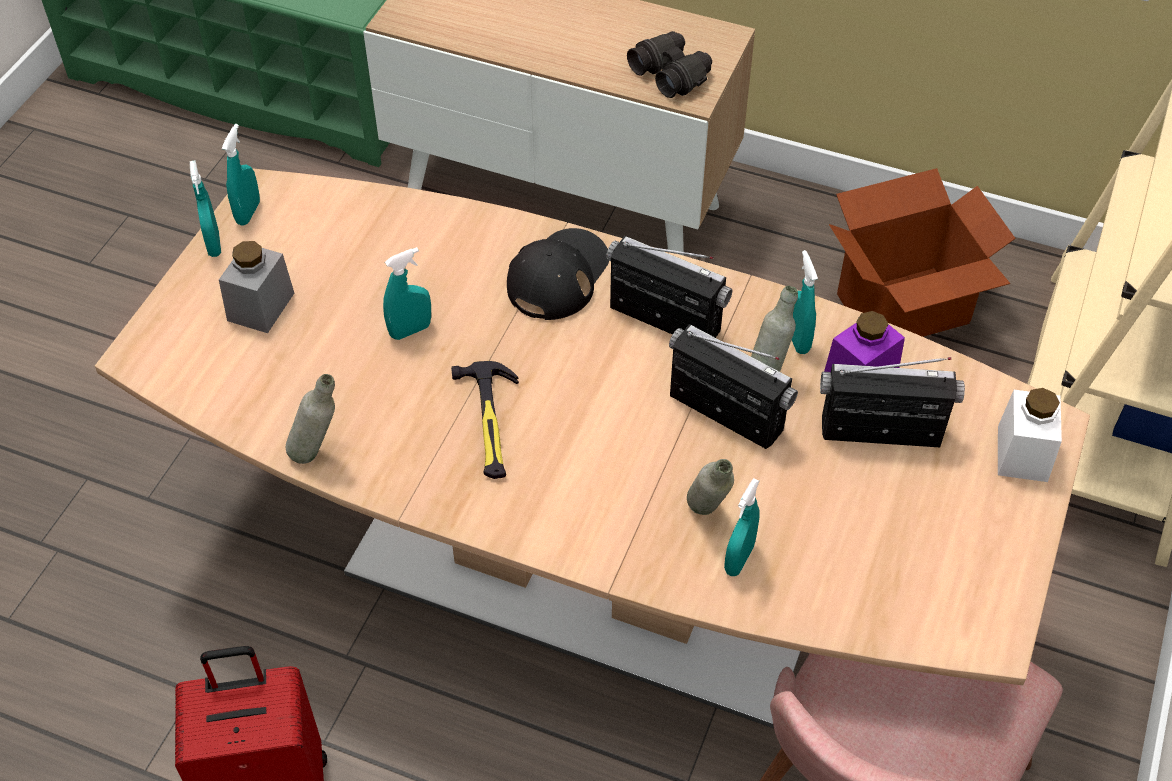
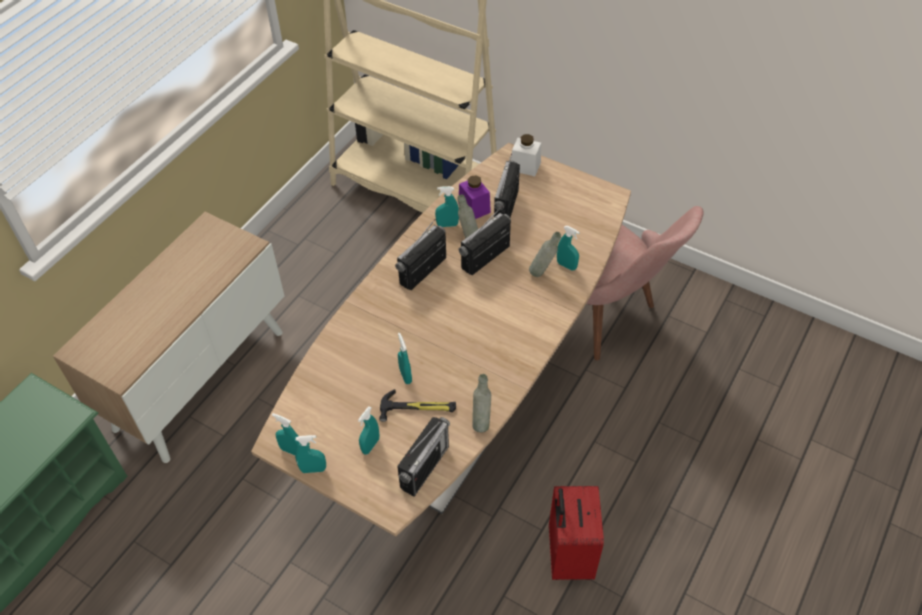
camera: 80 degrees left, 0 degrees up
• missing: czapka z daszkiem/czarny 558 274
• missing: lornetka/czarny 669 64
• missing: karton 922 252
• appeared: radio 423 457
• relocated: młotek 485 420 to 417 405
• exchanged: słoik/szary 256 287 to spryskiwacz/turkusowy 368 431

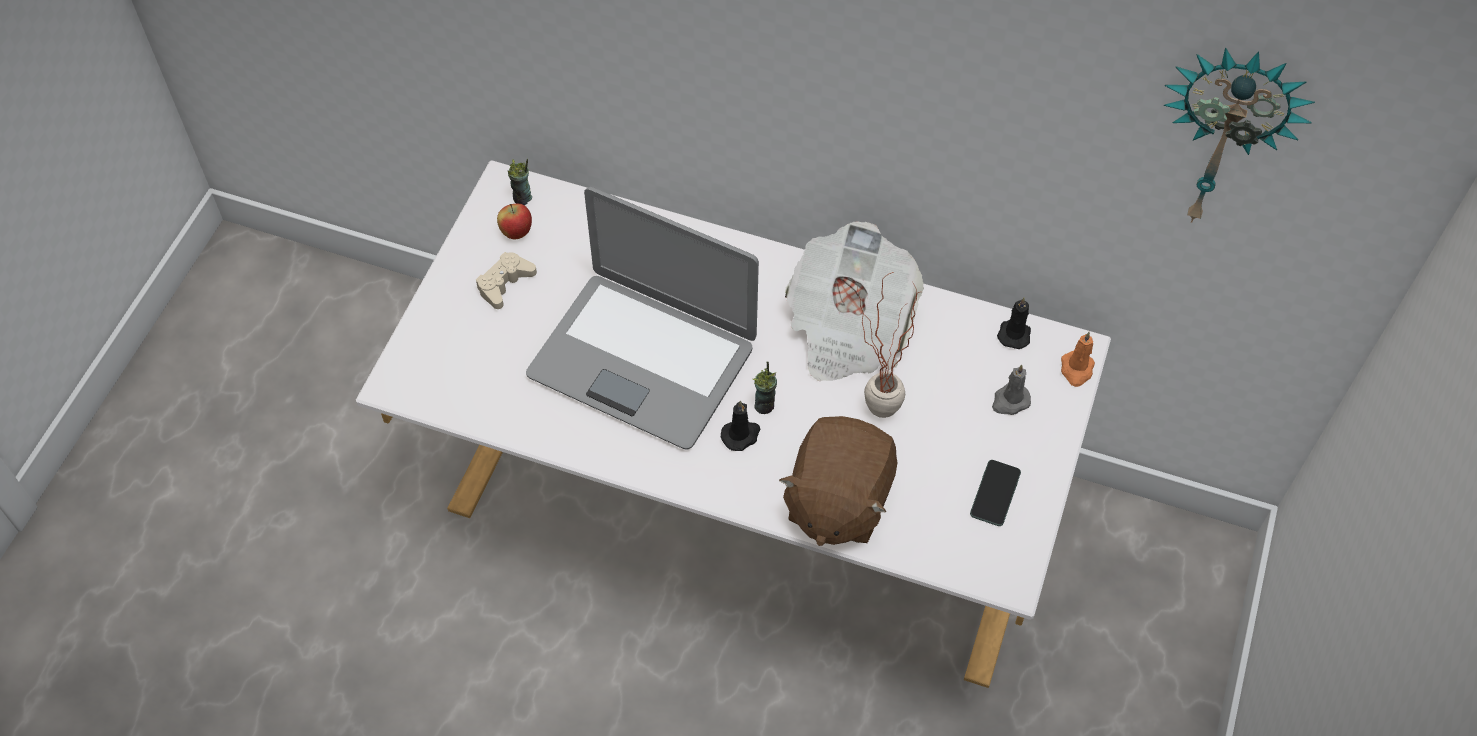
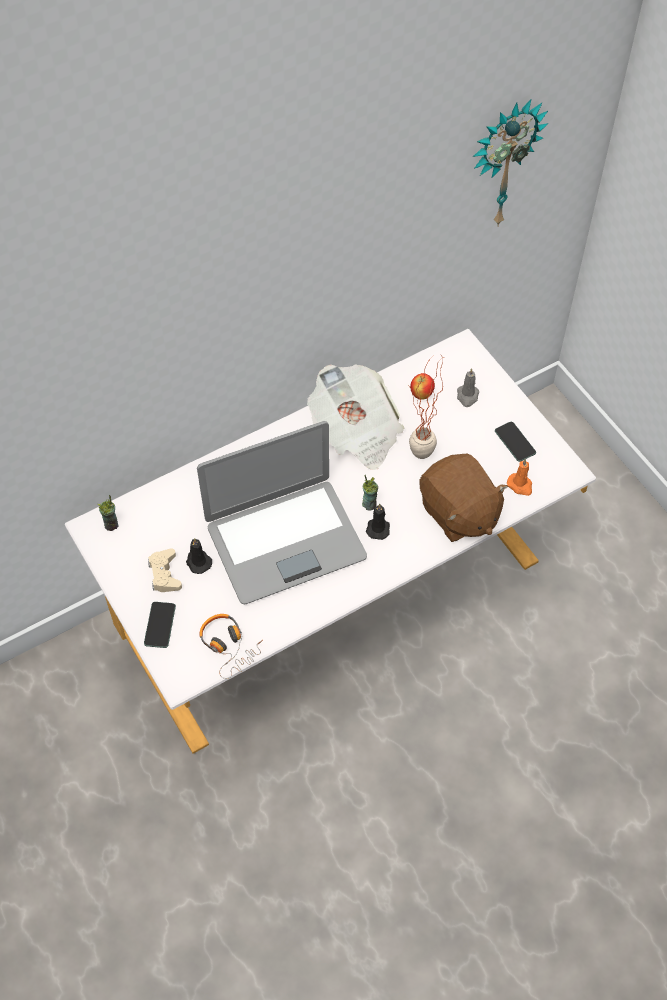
camera: 50 degrees left, 0 degrees up
• appeared: telefon 160 625
• appeared: słuchawki 231 646
• relocated: jabłko 514 221 to 422 386
• relocated: świeca/czarny 1014 323 to 199 556
• relocated: świeca/pomarańczowy 1078 359 to 519 477

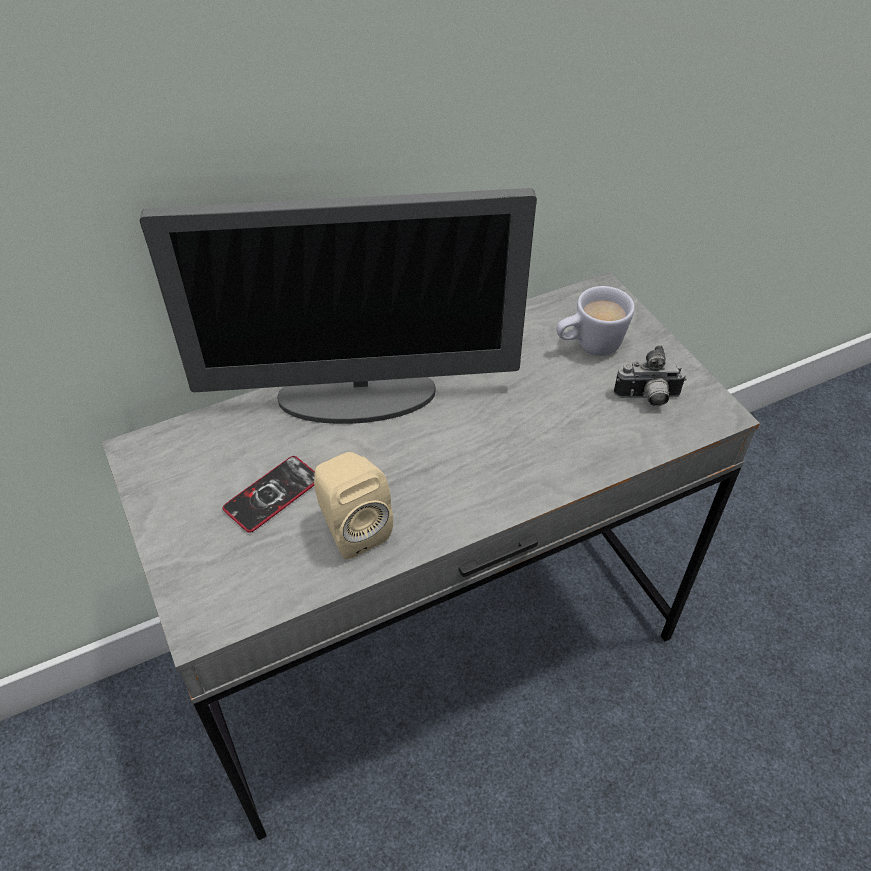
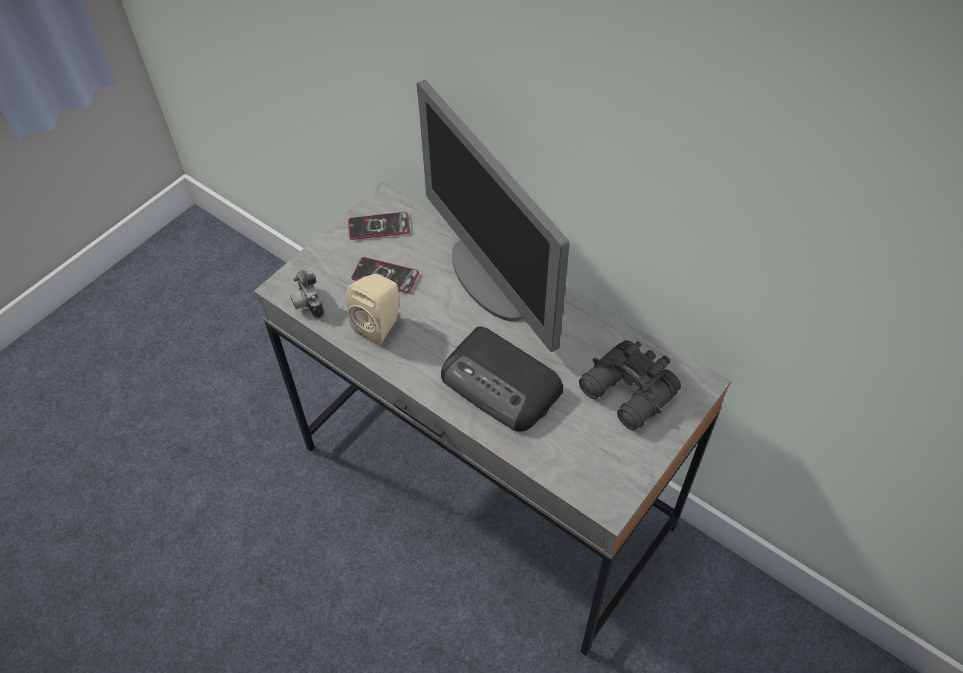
camera: 65 degrees right, 5 degrees up
• appeared: telefon 379 226
• appeared: radio 502 379
• relocated: aparat fotograficzny 650 375 to 307 293
• exchanged: kubek/biały 595 321 to lornetka/czarny 630 385

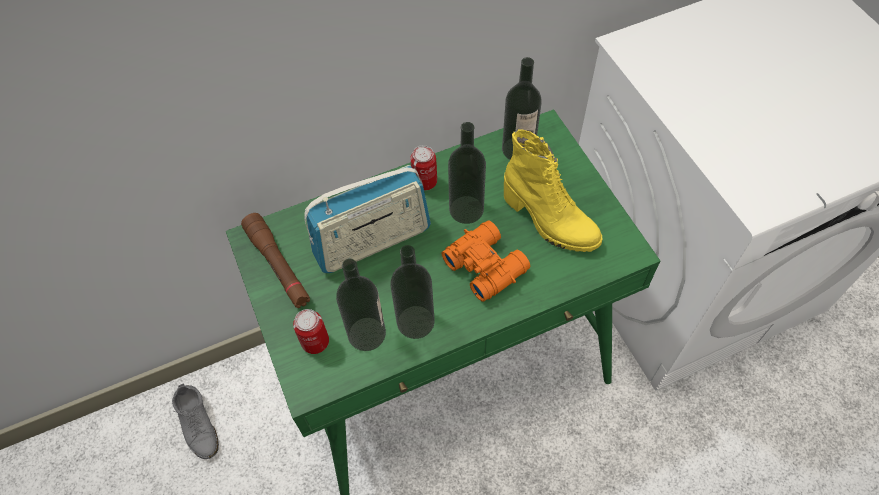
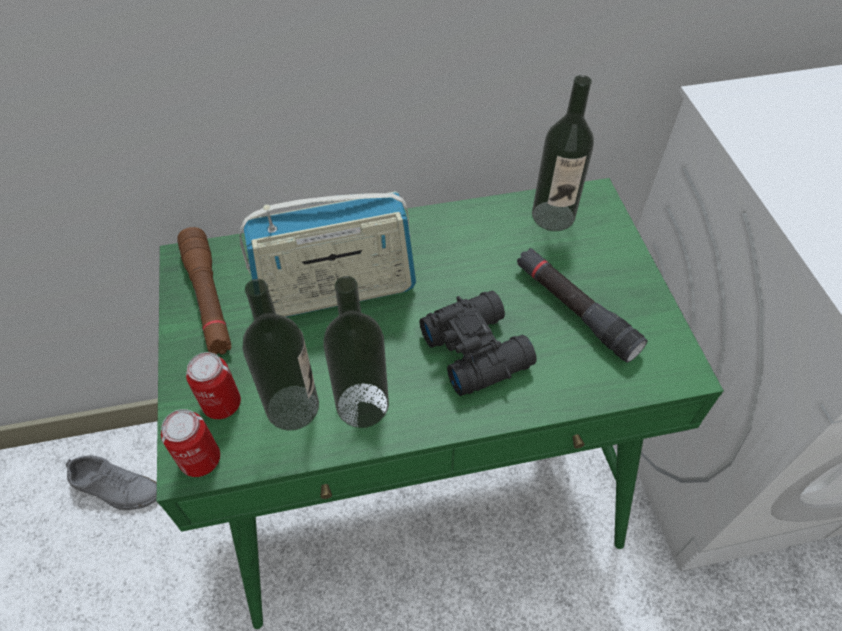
camera: 10 degrees right, 5 degrees down
• missing: butelka 467 173
• relocated: puszka 423 168 to 190 443
• exchanged: but z cholewką/żółty 553 190 to latarka/czarny 582 305
• colour: lornetka/pomarańczowy 486 261 to lornetka/czarny 478 343
• spun: but/szary 195 421 = 111 482 60 degrees counterclockwise

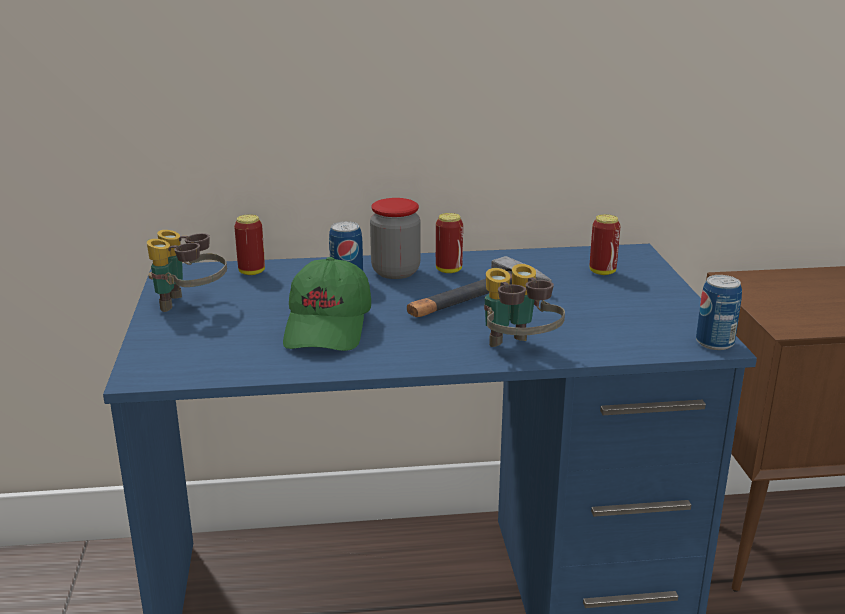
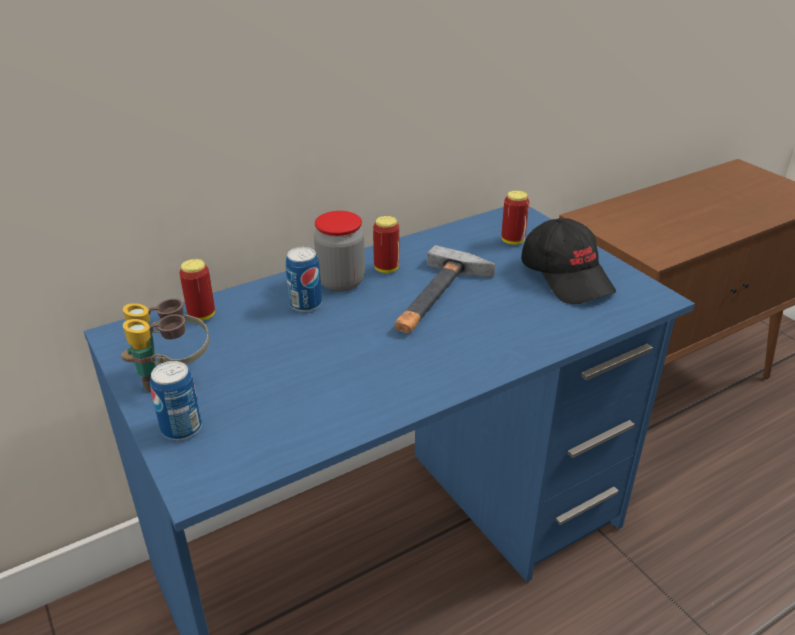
camera: 25 degrees left, 10 degrees up
• missing: czapka z daszkiem/zielony 327 304
• missing: lornetka 524 305
• appeared: czapka z daszkiem/czarny 568 261
• relocated: puszka 719 312 to 176 401

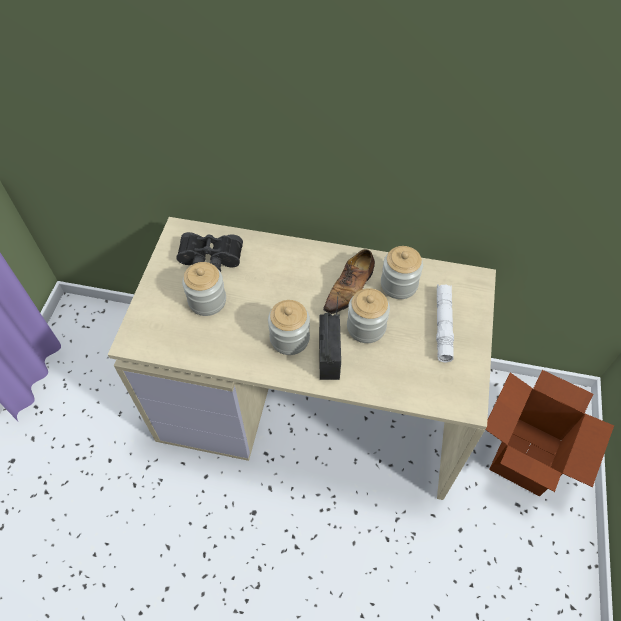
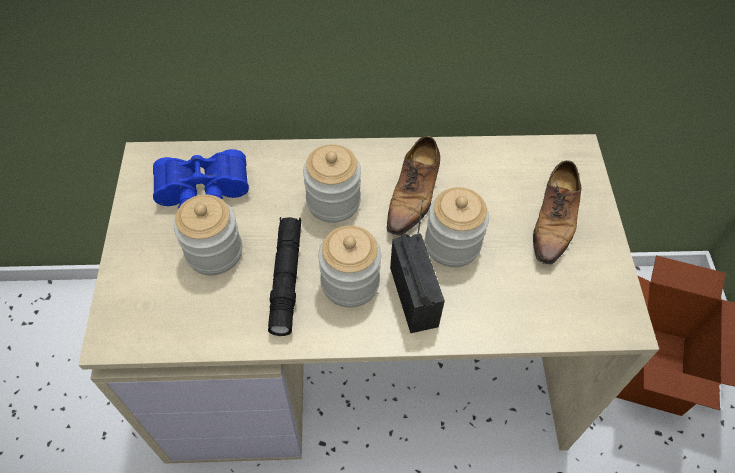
camera: 15 degrees left, 0 degrees up
• appeared: latarka/czarny 284 276
• relocated: słoik 402 272 to 332 183
• exchanged: latarka/biały 445 323 to but 557 213
• colour: lornetka/czarny 209 252 to lornetka/niebieski 201 179

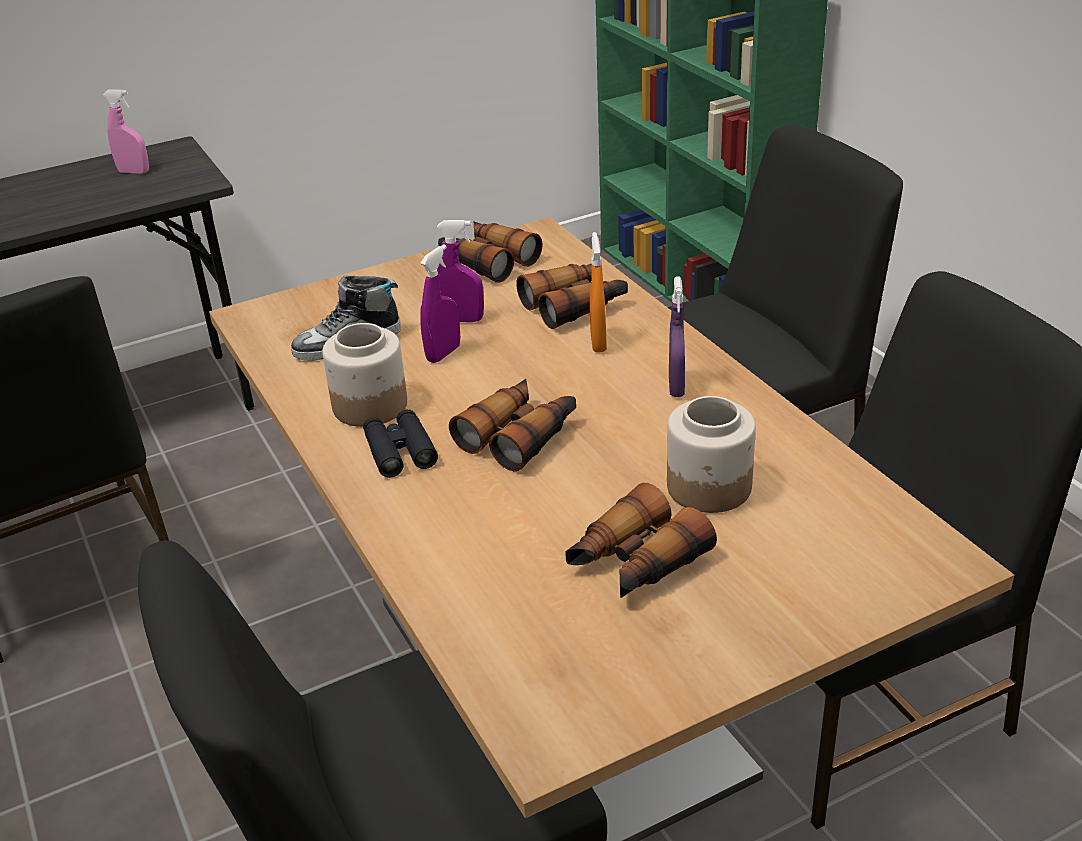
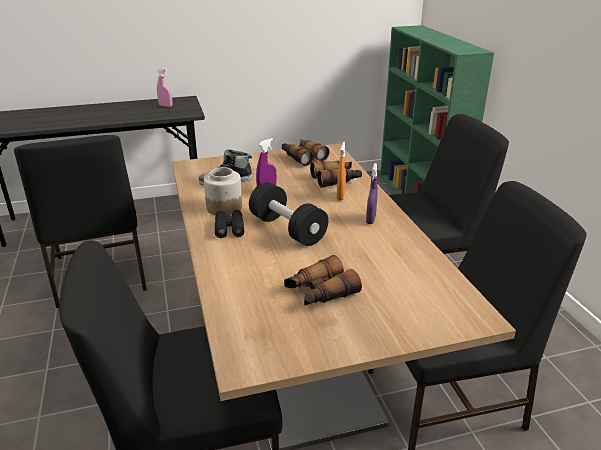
camera: 10 degrees right, 5 degrees down
• missing: spryskiwacz/fioletowy 460 271
• missing: słoik 711 454
• exchanged: lornetka 512 425 to hantel/czarny 288 214

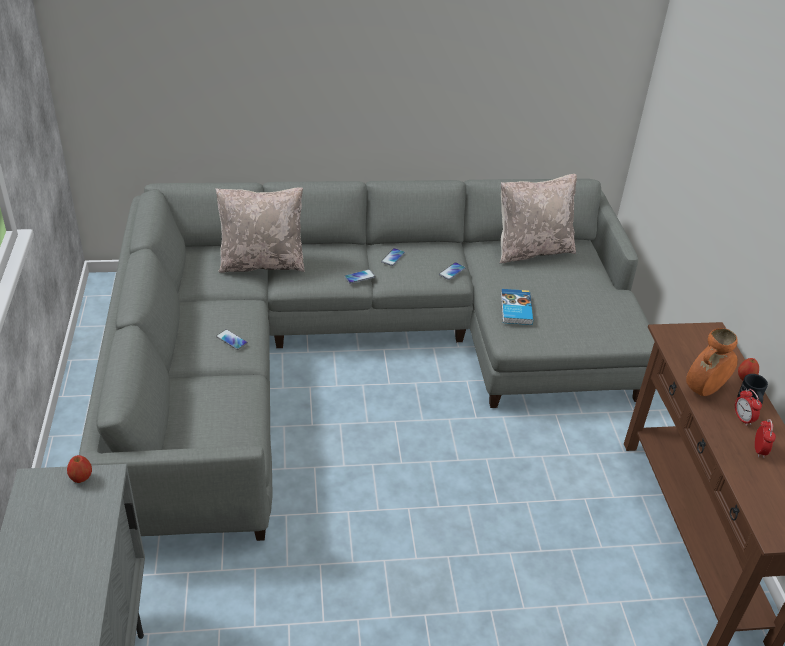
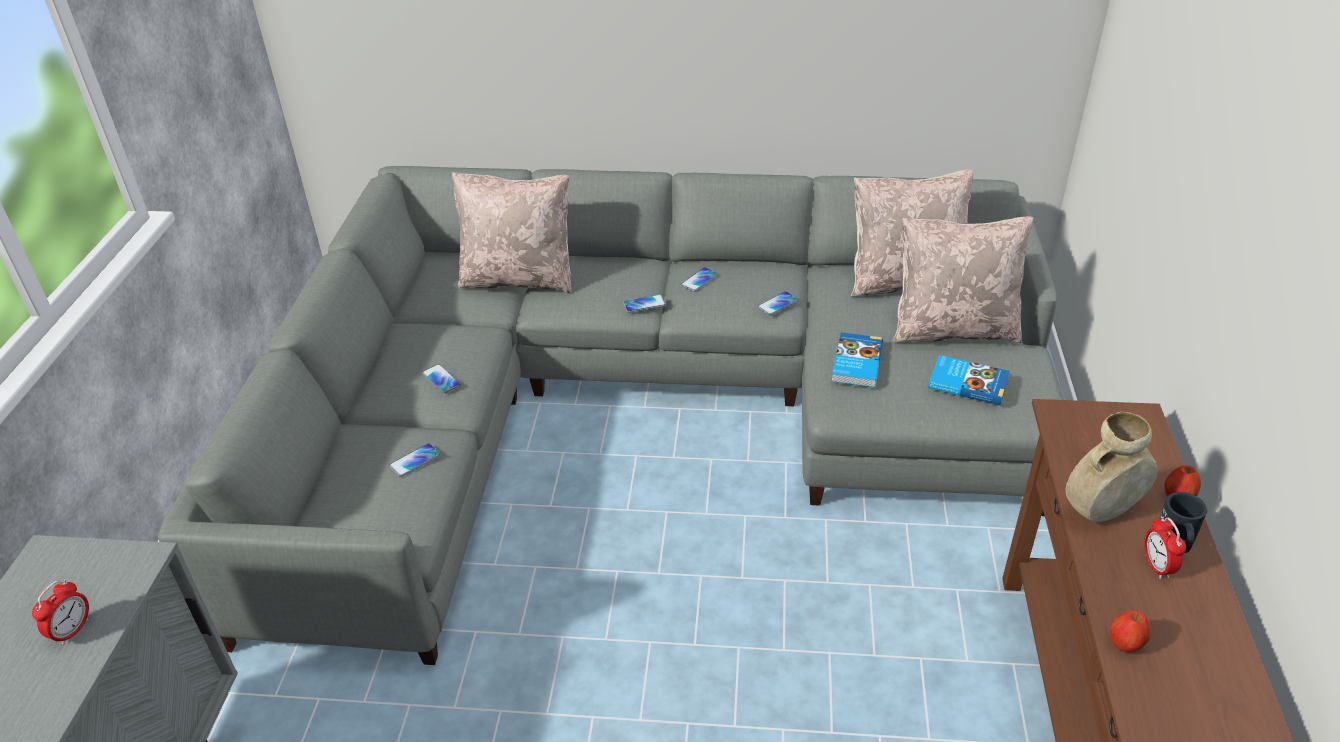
camera: 15 degrees right, 0 degrees up
• appeared: telefon 414 460
• appeared: poduszka/beżowy 962 280
• appeared: książka 969 380
• relocated: jabłko 79 469 to 1130 631
• relocated: budzik 765 438 to 60 612
• colour: wazon/pomarańczowy 712 362 to wazon/beżowy 1111 467

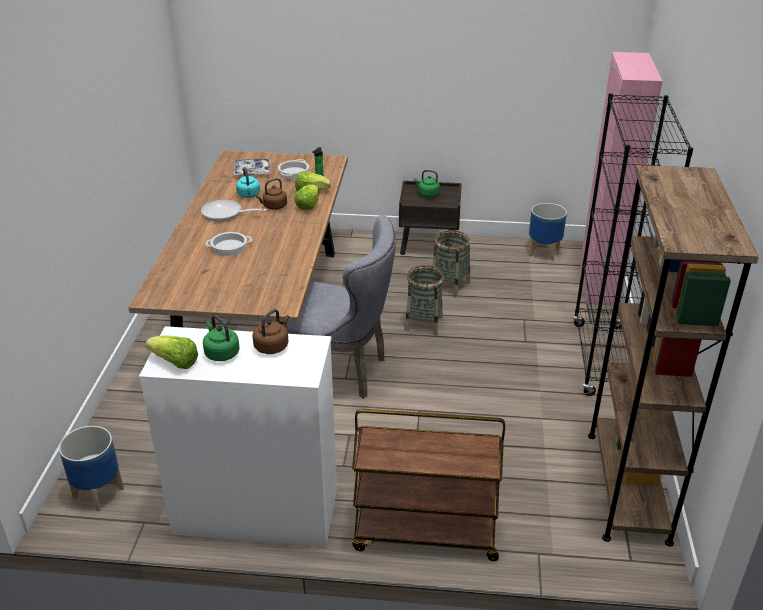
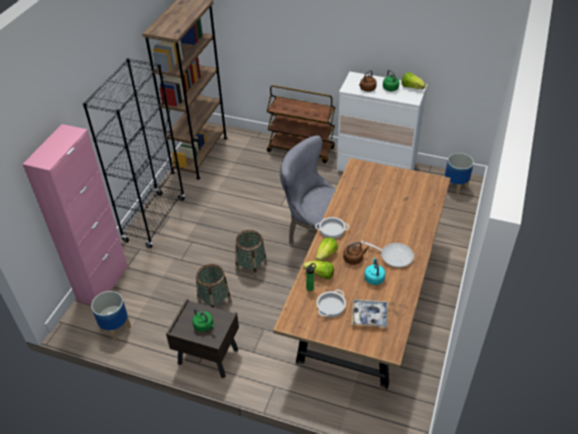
camera: 165 degrees left, 10 degrees up
• relocated: garnek 228 244 to 332 228

